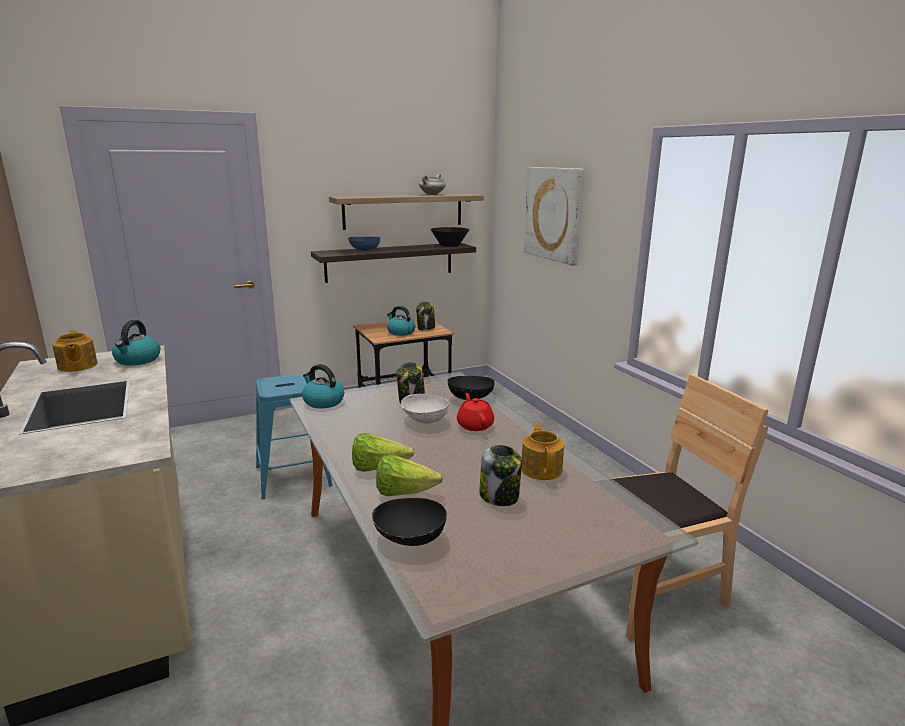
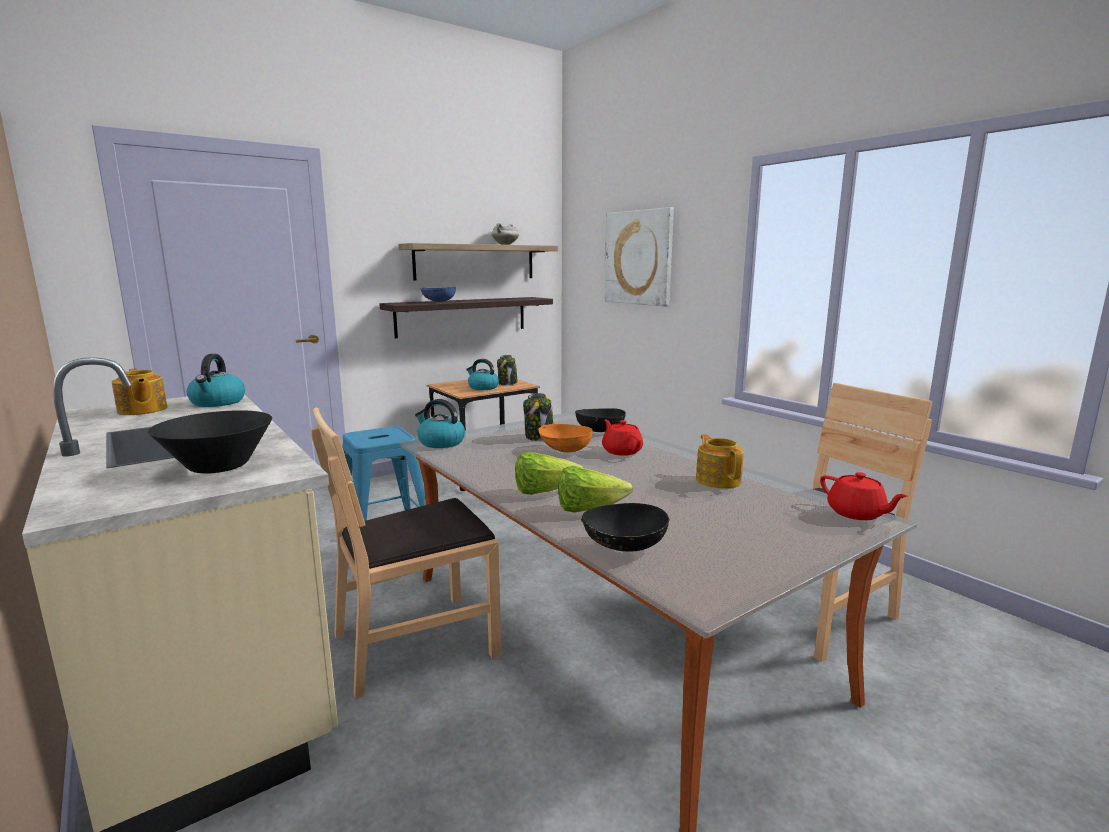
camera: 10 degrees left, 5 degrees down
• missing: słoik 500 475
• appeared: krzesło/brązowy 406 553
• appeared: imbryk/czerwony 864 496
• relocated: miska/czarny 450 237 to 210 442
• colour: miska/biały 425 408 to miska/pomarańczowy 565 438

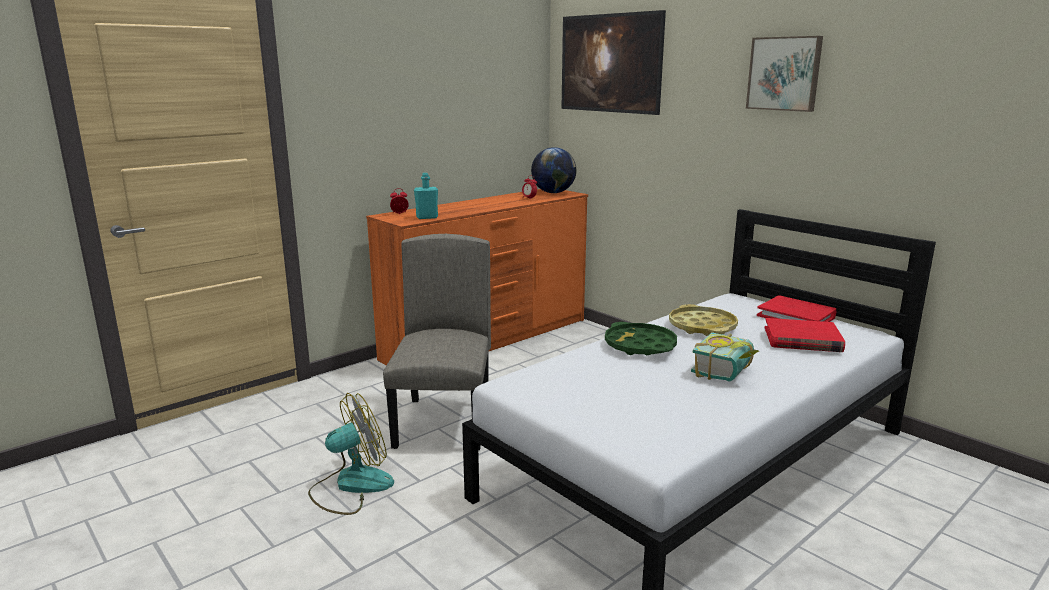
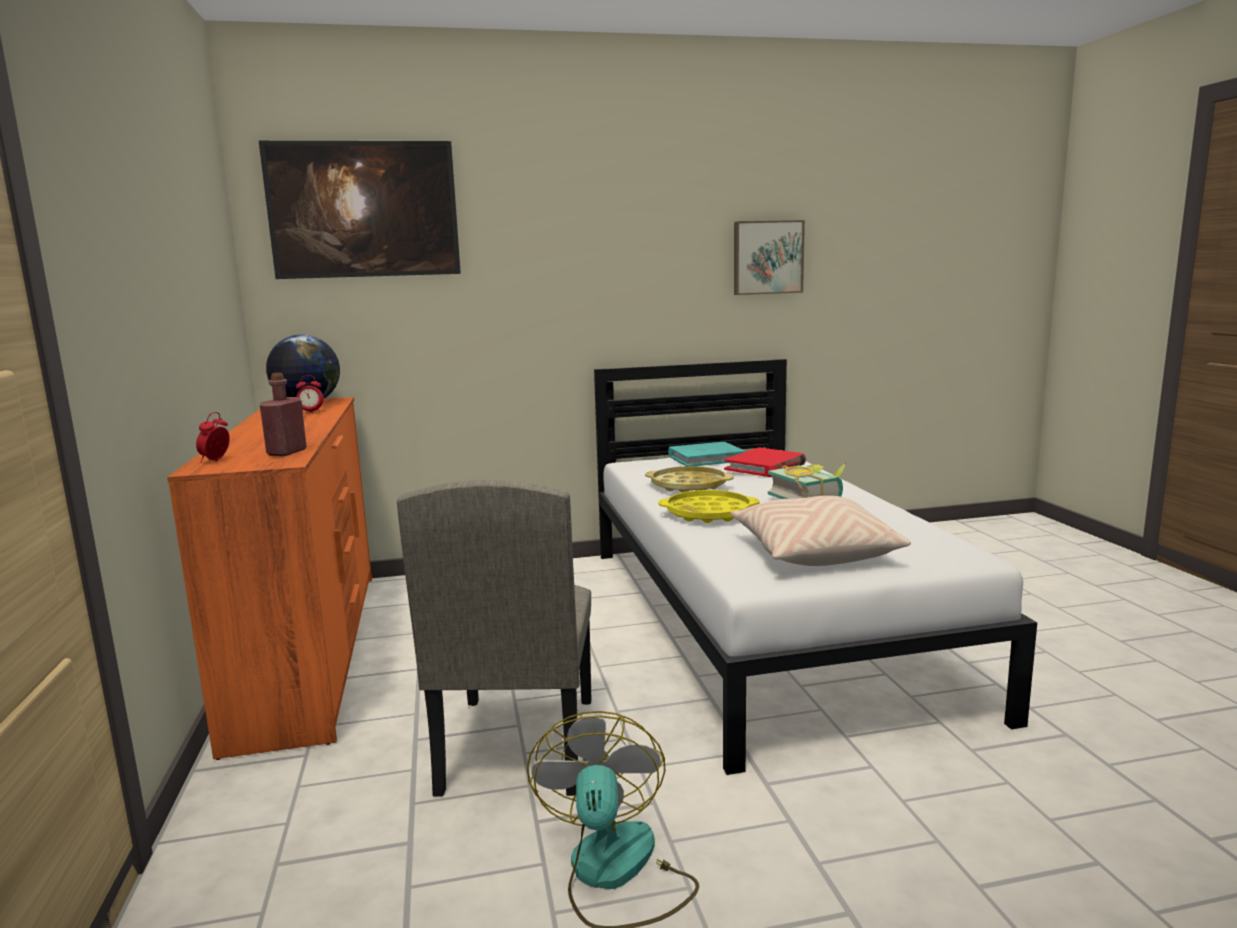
camera: 60 degrees left, 5 degrees down
• appeared: poduszka/beżowy 821 531
• relocated: obraz 784 74 to 769 257
• colour: butelka/turkusowy 426 196 to butelka/czerwony 283 414
• colour: taca/zielony 641 338 to taca/żółty 708 506
• colour: książka/czerwony 796 308 to książka/turkusowy 706 454
• spun: krzesło/beżowy 437 342 = 494 638 120 degrees counterclockwise

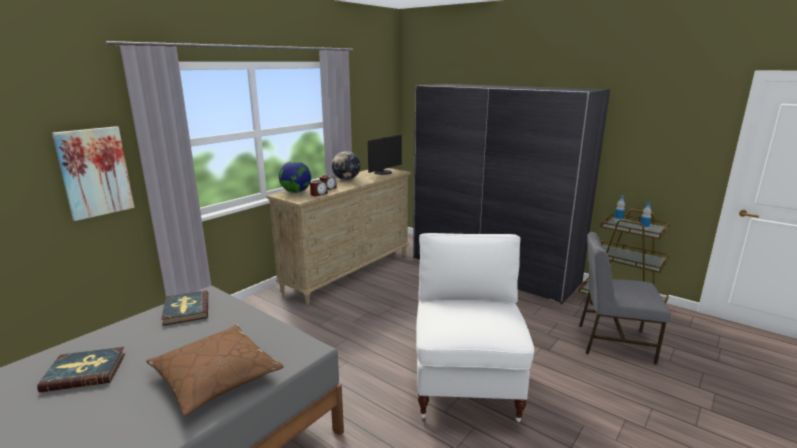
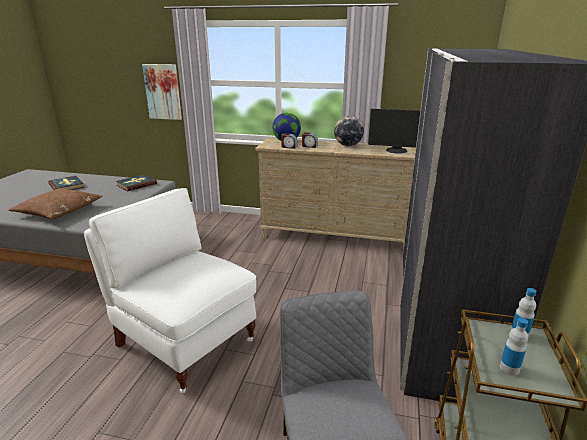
camera: 65 degrees right, 5 degrees up
• spun: krzesło/biały 475 327 = 170 290 120 degrees counterclockwise

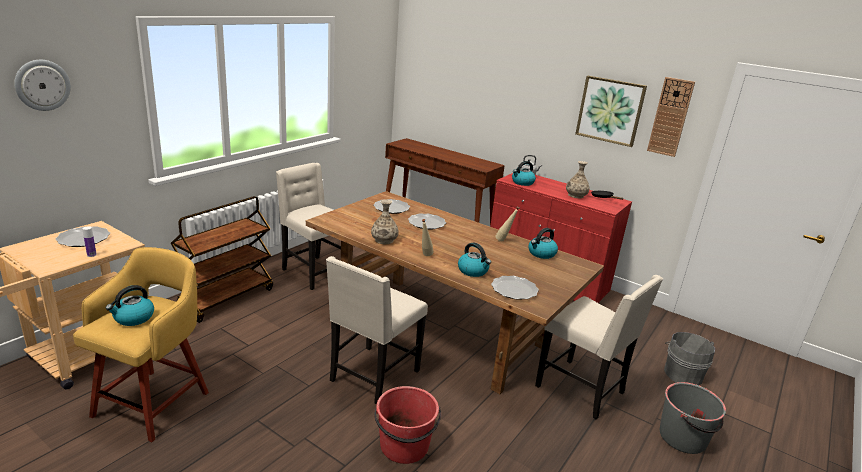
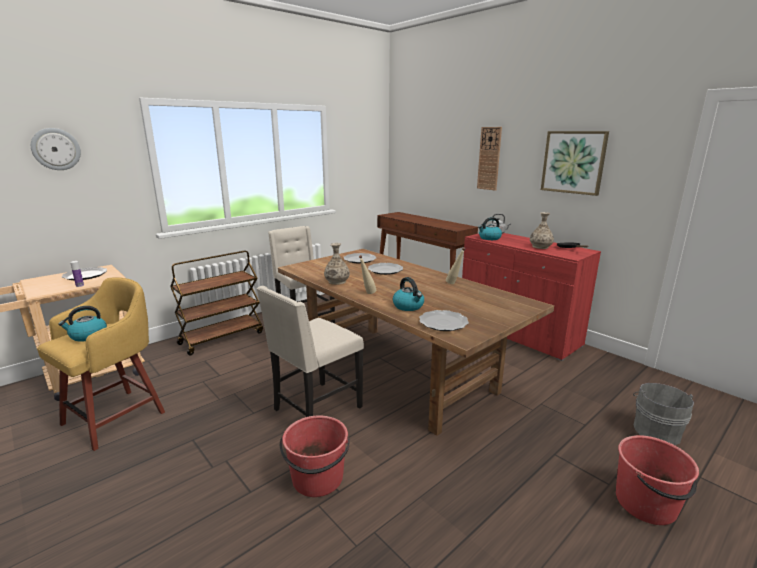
camera: 15 degrees right, 5 degrees down
• missing: czajnik 543 243
• missing: krzesło/beżowy 599 347
• relocated: zegar ścienny 671 117 to 489 159
• colour: wiadro/szary 693 418 to wiadro/czerwony 657 480

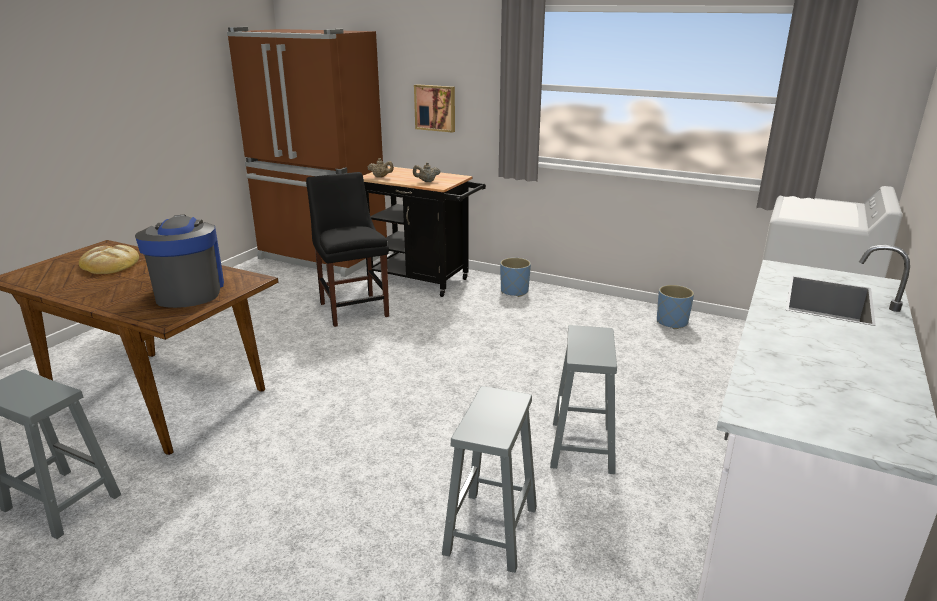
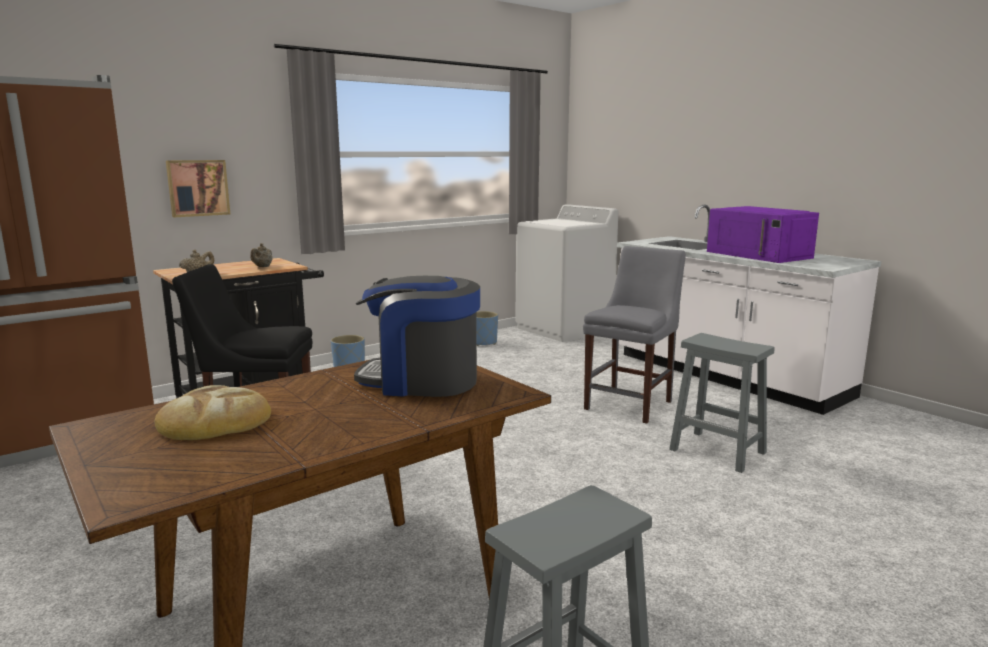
camera: 65 degrees left, 10 degrees down
• appeared: mikrofalówka/fioletowy 763 234
• exchanged: stołek/szary 583 399 to krzesło/szary 634 335

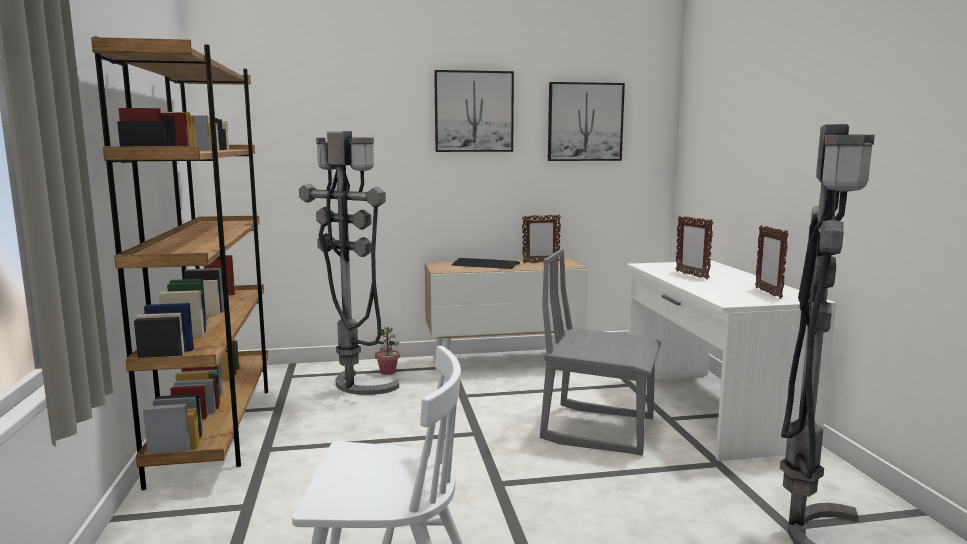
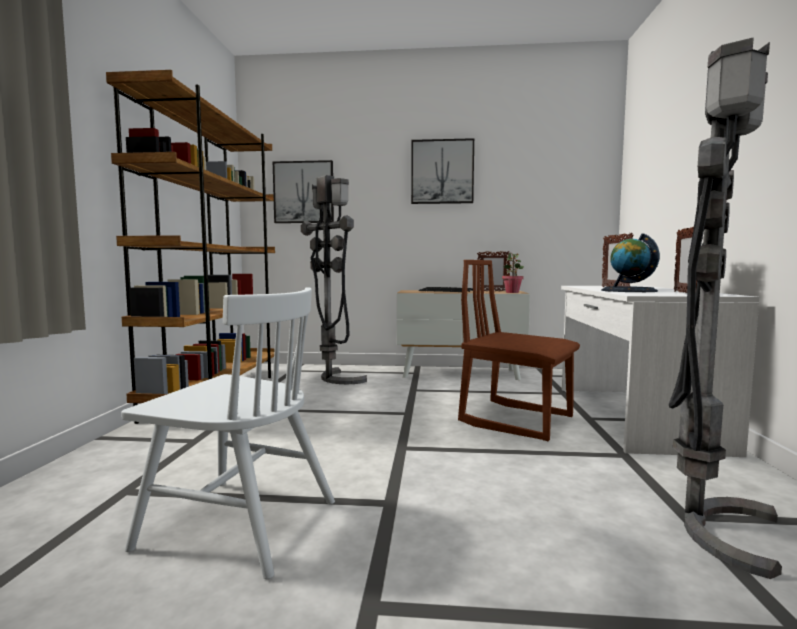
camera: 15 degrees right, 5 degrees down
• appeared: globus 630 262
• relocated: roślina doniczkowa 387 351 to 513 273
• relocated: obraz 586 121 to 303 191
• colour: krzesło/szary 600 352 to krzesło/brązowy 519 350

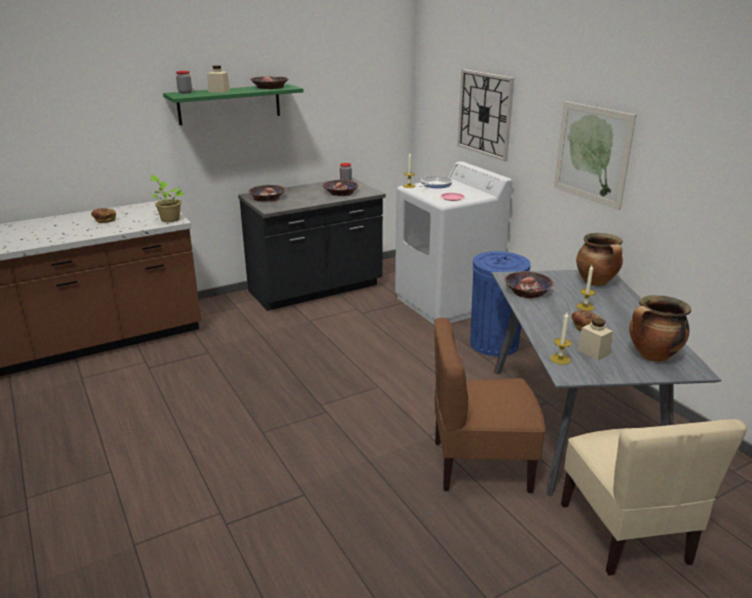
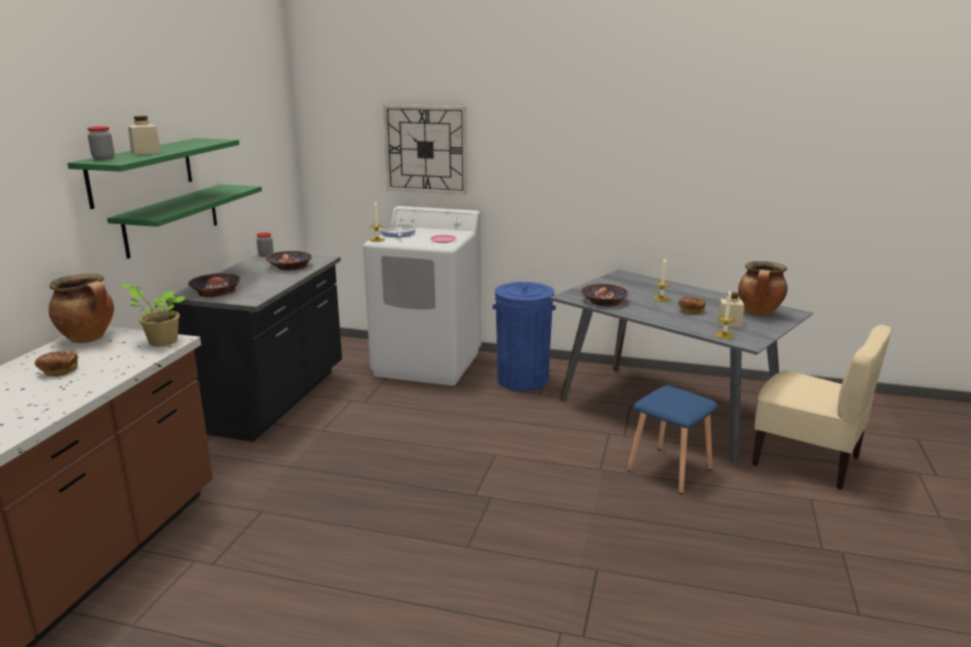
camera: 45 degrees left, 5 degrees down
• missing: miska 269 82
• missing: obraz 595 155
• appeared: półka/zielony 184 221
• relocated: garnek 599 259 to 81 308
• exchanged: krzesło/brązowy 489 405 to stołek/niebieski 672 440

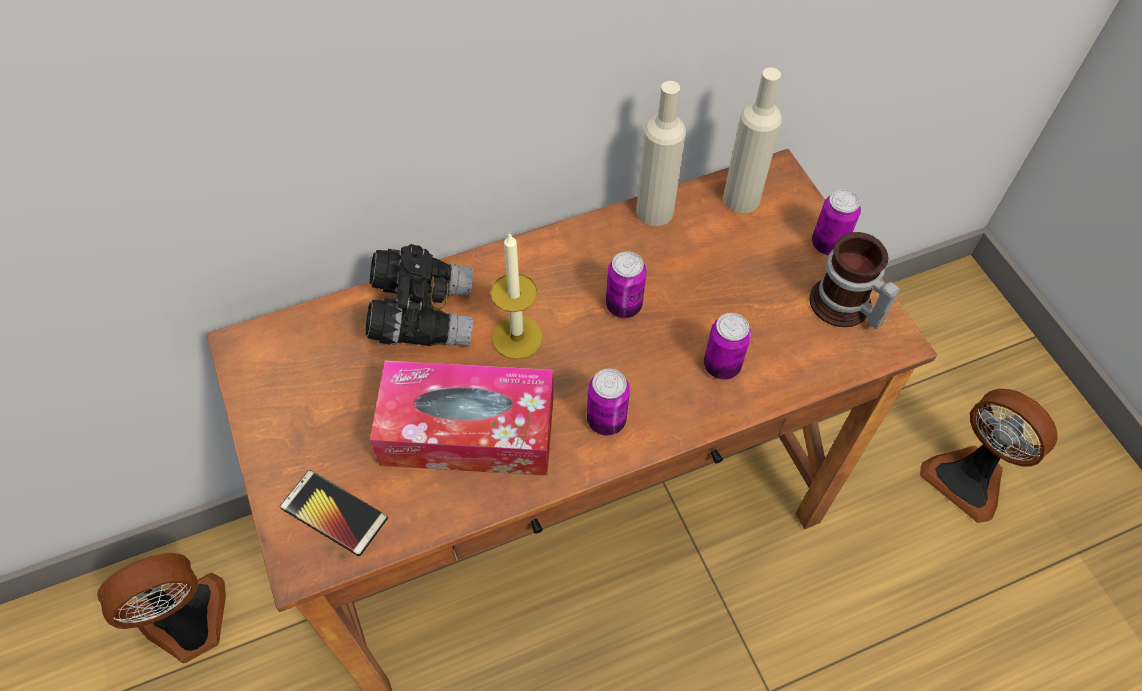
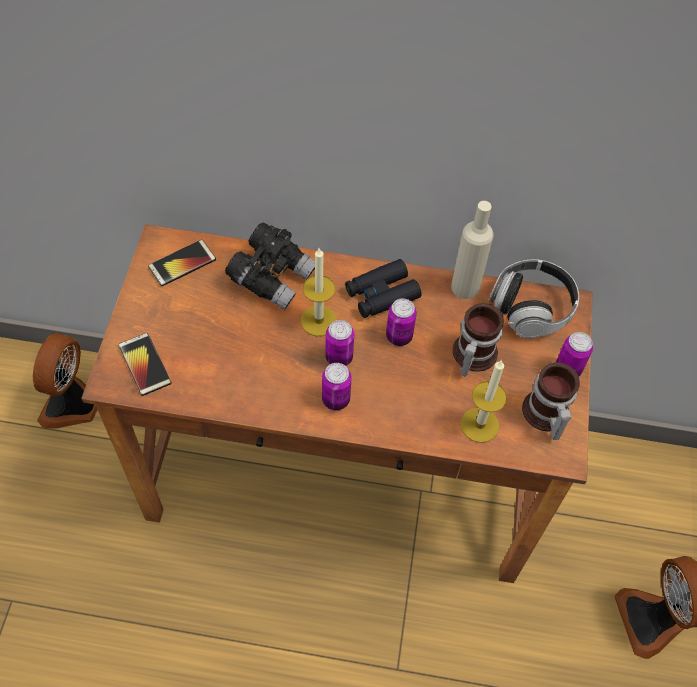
camera: 30 degrees right, 0 degrees up
• missing: pudełko chusteczek 461 418
• appeared: telefon 182 263
• appeared: lornetka/czarny 383 288
• appeared: kubek 478 339
• appeared: świeca 483 401
• relocated: puszka 727 346 to 339 343
• exchanged: butelka/beżowy 752 140 to słuchawki 534 298
• spun: wentylator 161 608 = 65 380 75 degrees counterclockwise

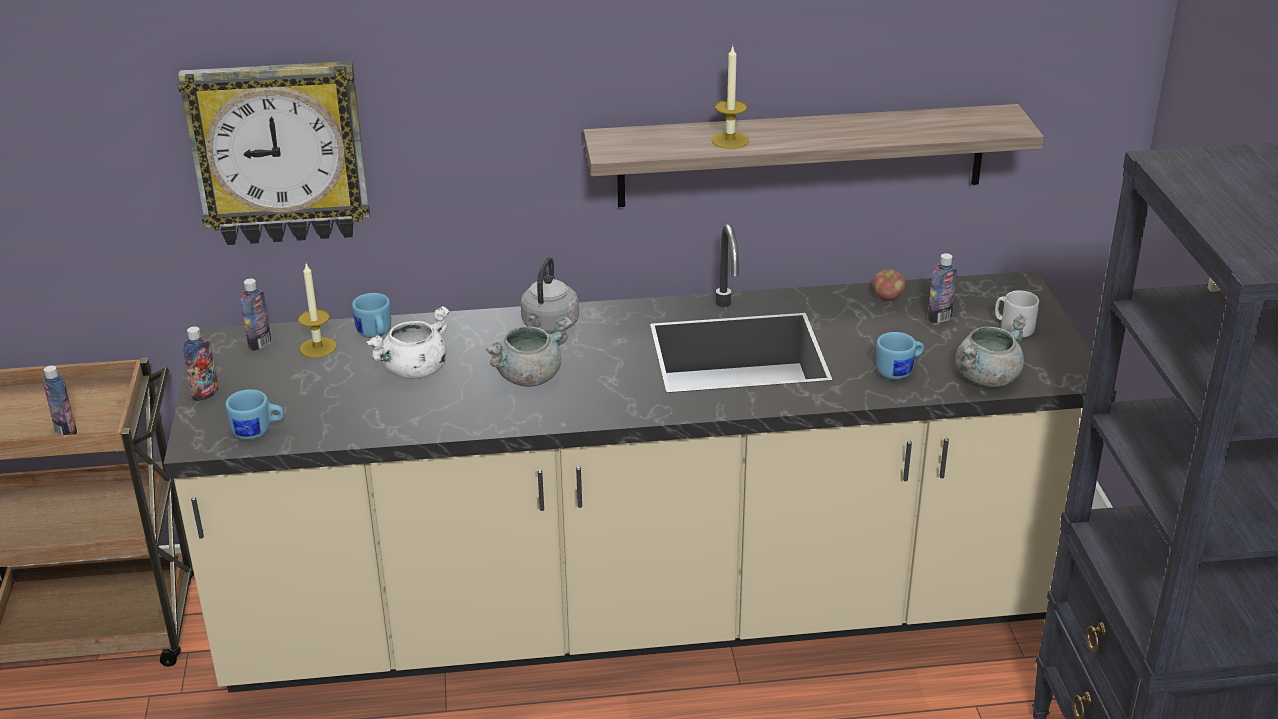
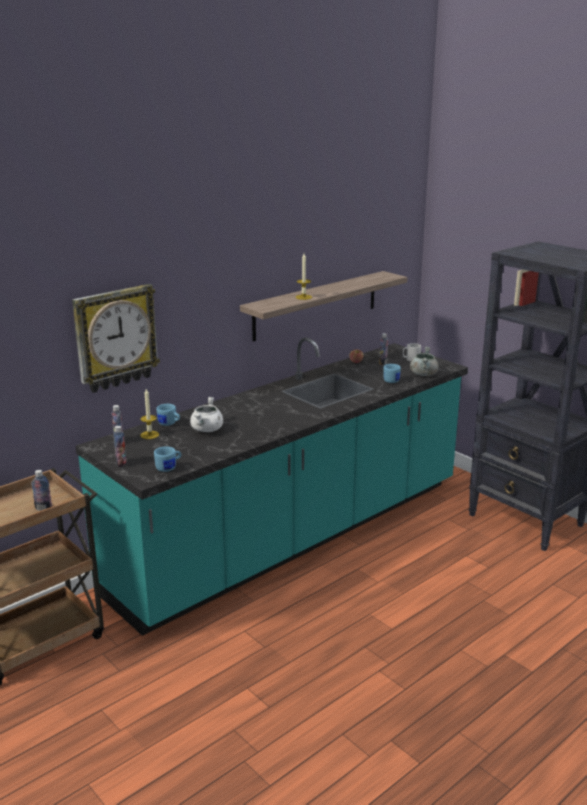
camera: 35 degrees left, 10 degrees down
• missing: garnek/szary 529 351
• missing: czajnik/szary 550 295
• colour: zabudowa kuchenna/beżowy 640 458 to zabudowa kuchenna/turkusowy 272 486

